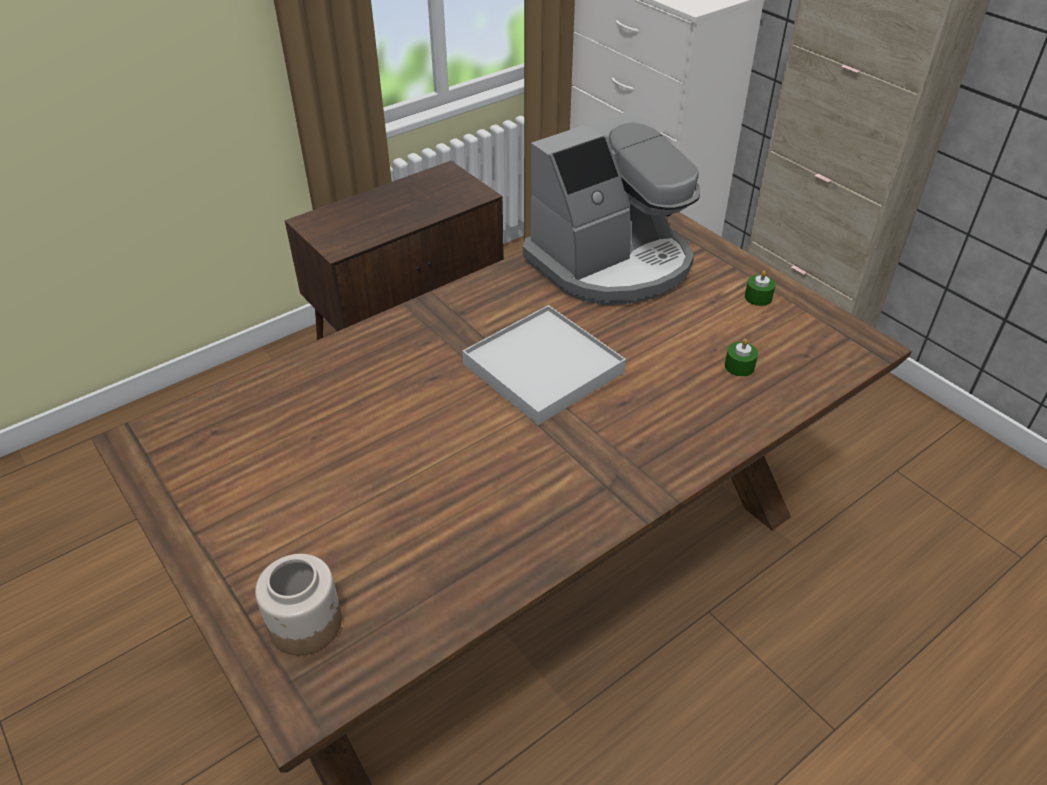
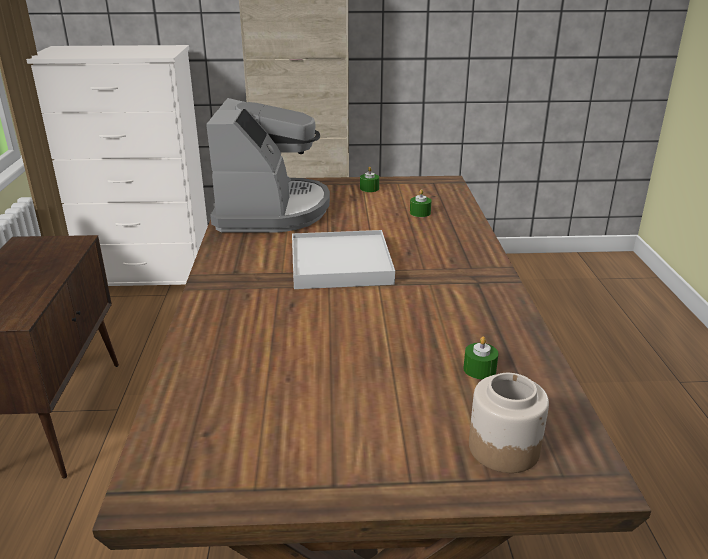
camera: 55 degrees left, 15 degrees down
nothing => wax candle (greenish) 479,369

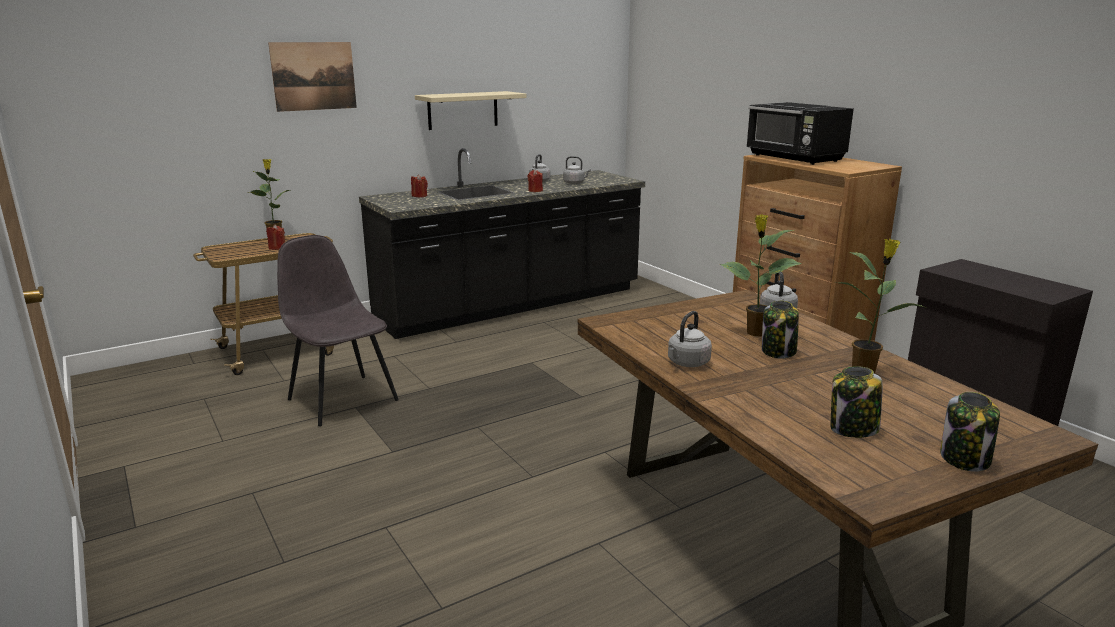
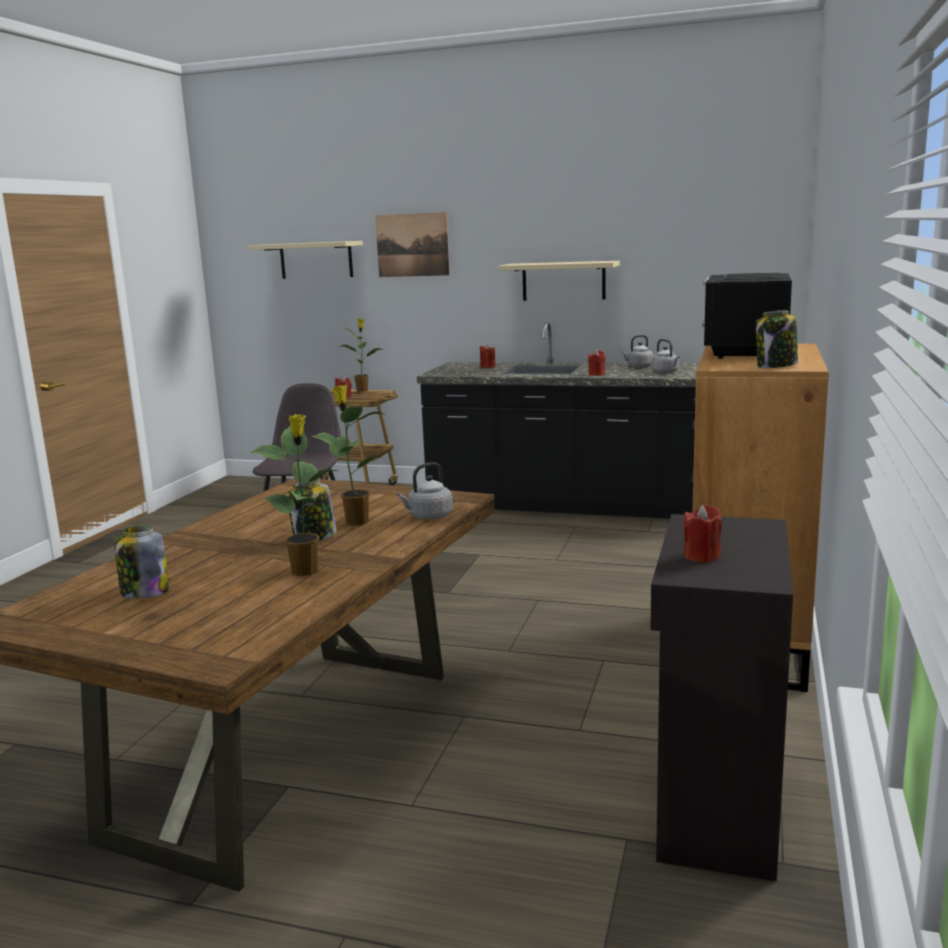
camera: 50 degrees right, 5 degrees down
water kettle (grey) 687,363 => nothing
nothing => wall shelf (sand-coloured) 316,260
nothing => wax candle (reddish) 702,556
storage jar 965,459 => storage jar 776,366, shifted

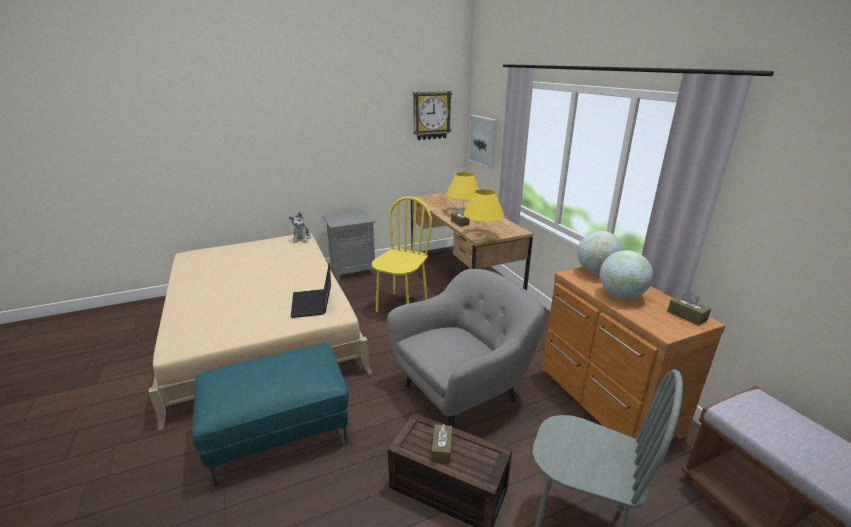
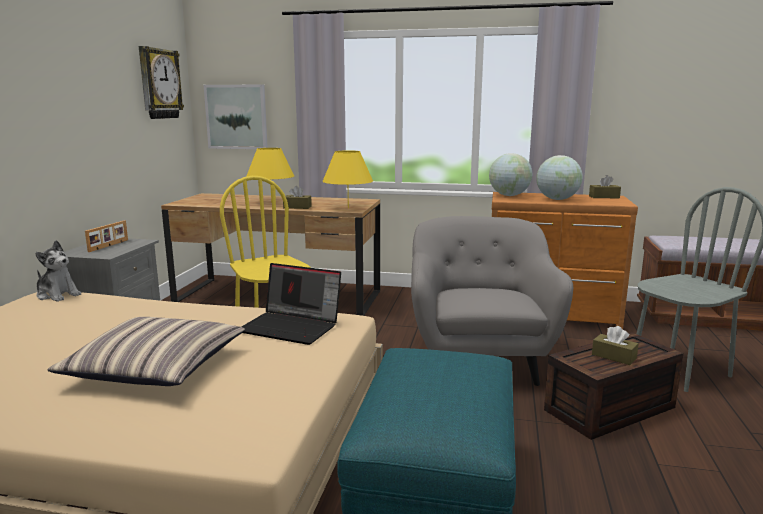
camera: 55 degrees left, 10 degrees down
nothing => cushion 156,367
nothing => standing frame 109,246

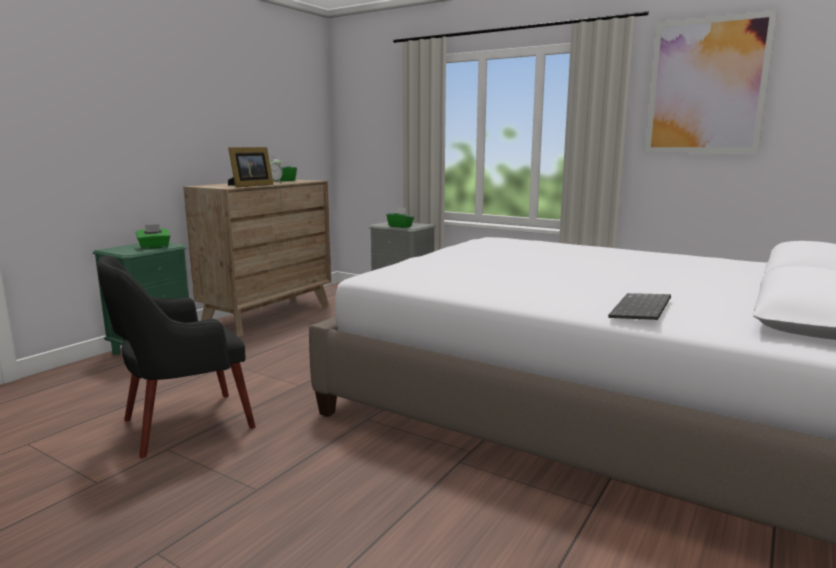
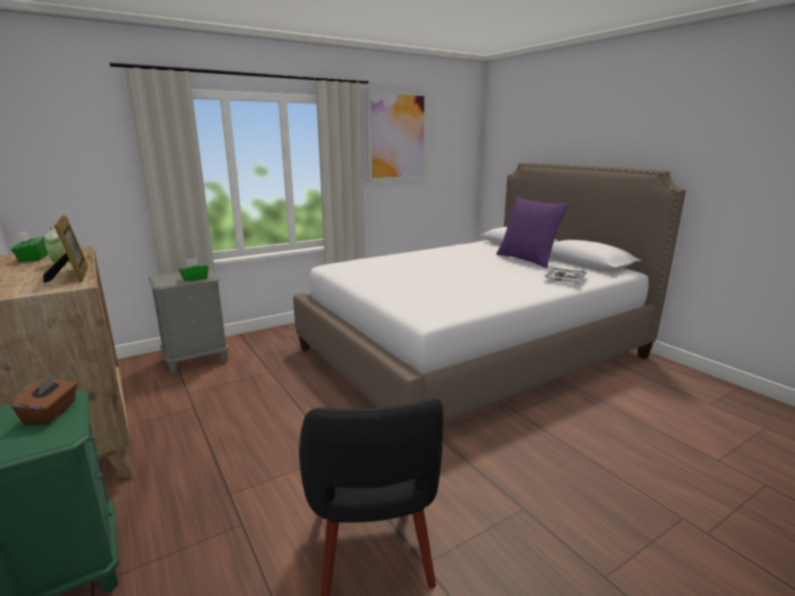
camera: 65 degrees left, 5 degrees up
nothing => cushion (purple-coloured) 527,260
PC keyboard 642,309 => tray 565,279
tissue box (greenish) 154,247 => tissue box (brown) 51,413

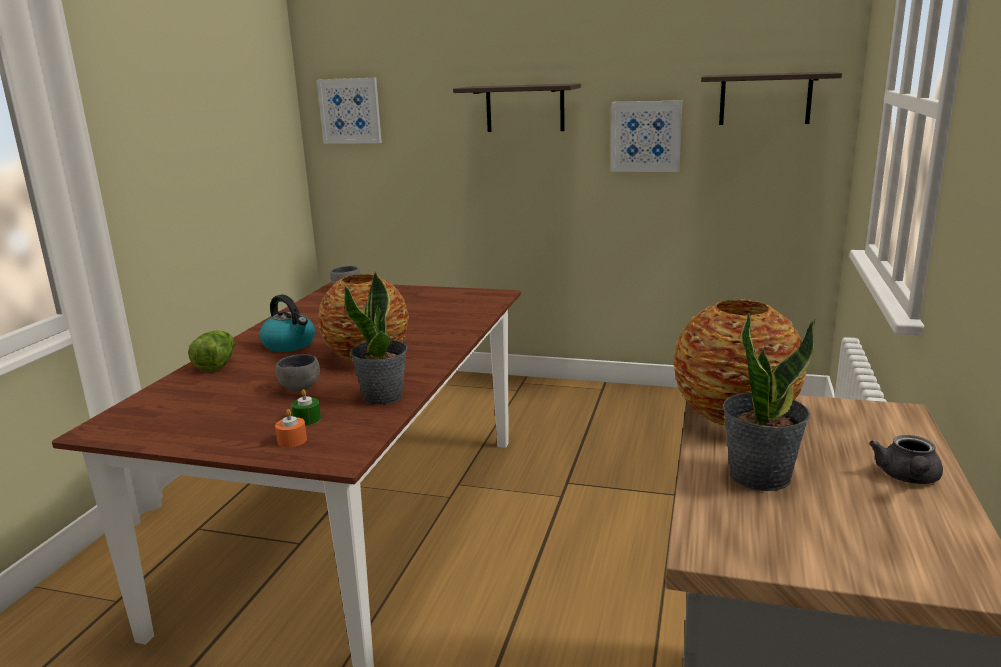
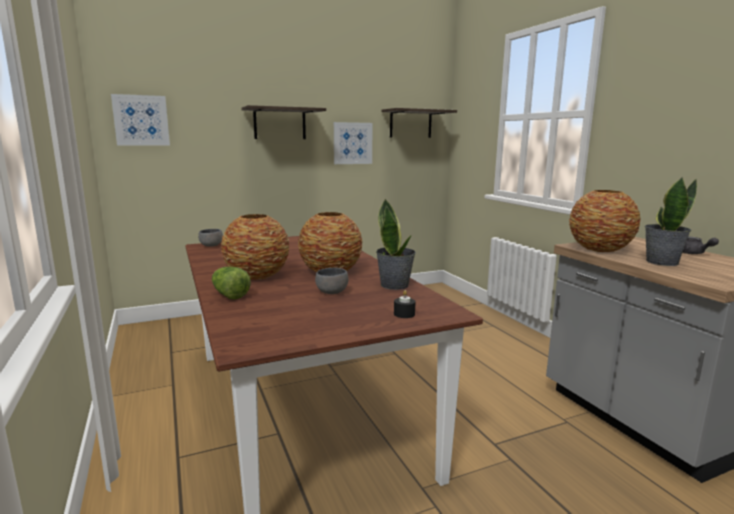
camera: 40 degrees left, 5 degrees down
wax candle (greenish) 307,419 => nothing
water kettle 290,344 => decorative vase 257,276
wax candle (orange) 292,440 => wax candle (blackish) 404,314

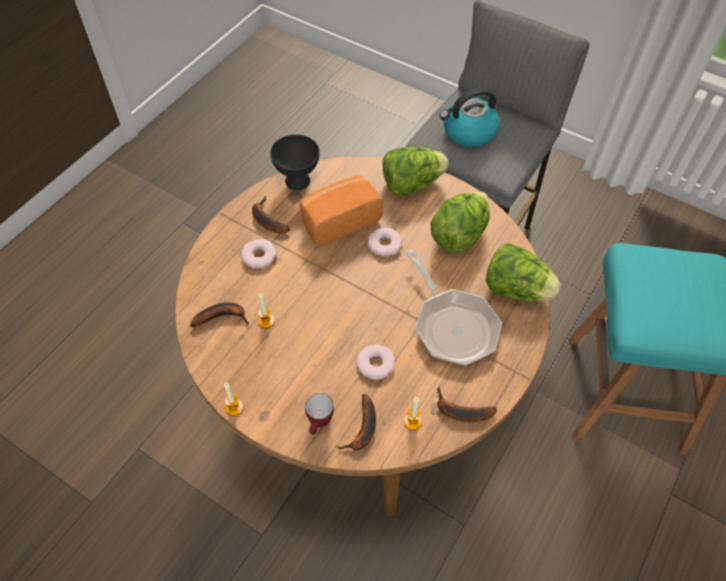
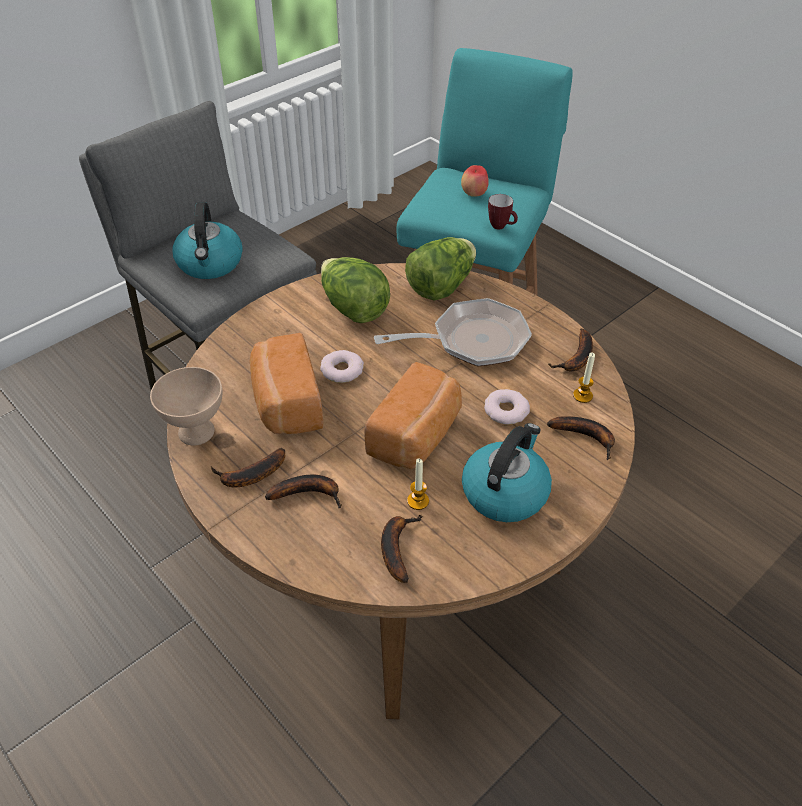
camera: 75 degrees left, 10 degrees down
wax candle 234,407 => nothing
head of lettuce 411,184 => nothing
nothing => bakery bread 417,436
nothing => apple 474,194
nothing => water kettle 505,492
mug 319,424 => mug 501,227, shifted
donut 259,256 => banana fruit 309,493
serving bowl (blackish) 297,180 => serving bowl (sand-coloured) 195,432

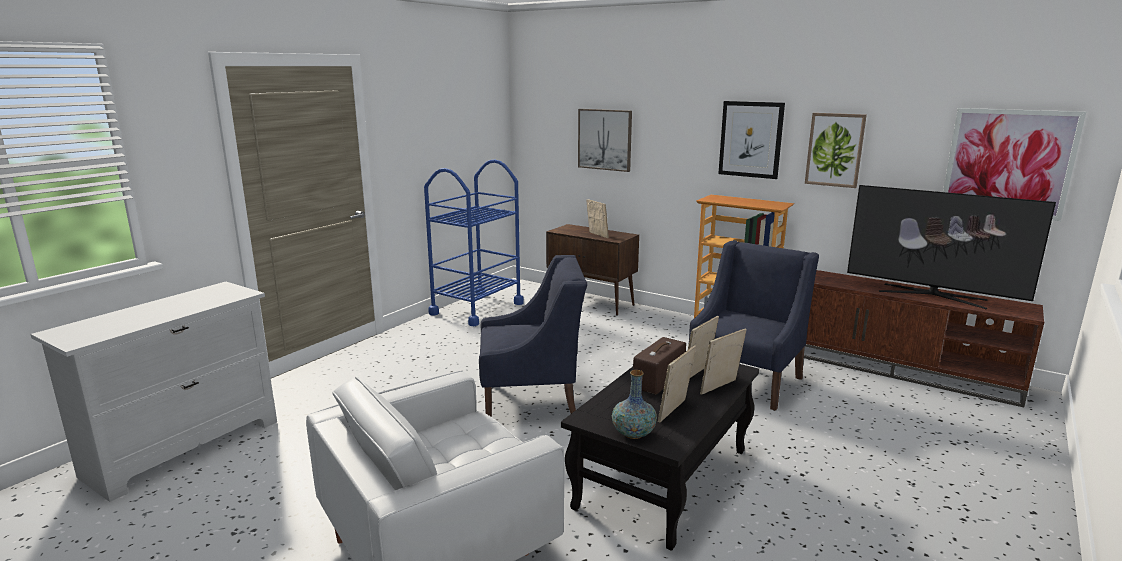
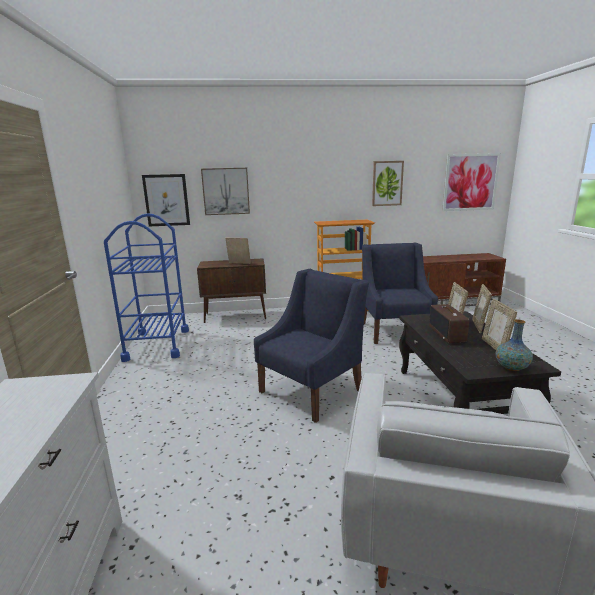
camera: 40 degrees left, 0 degrees up
TV 931,295 => nothing
picture 751,139 => picture 166,200, shifted

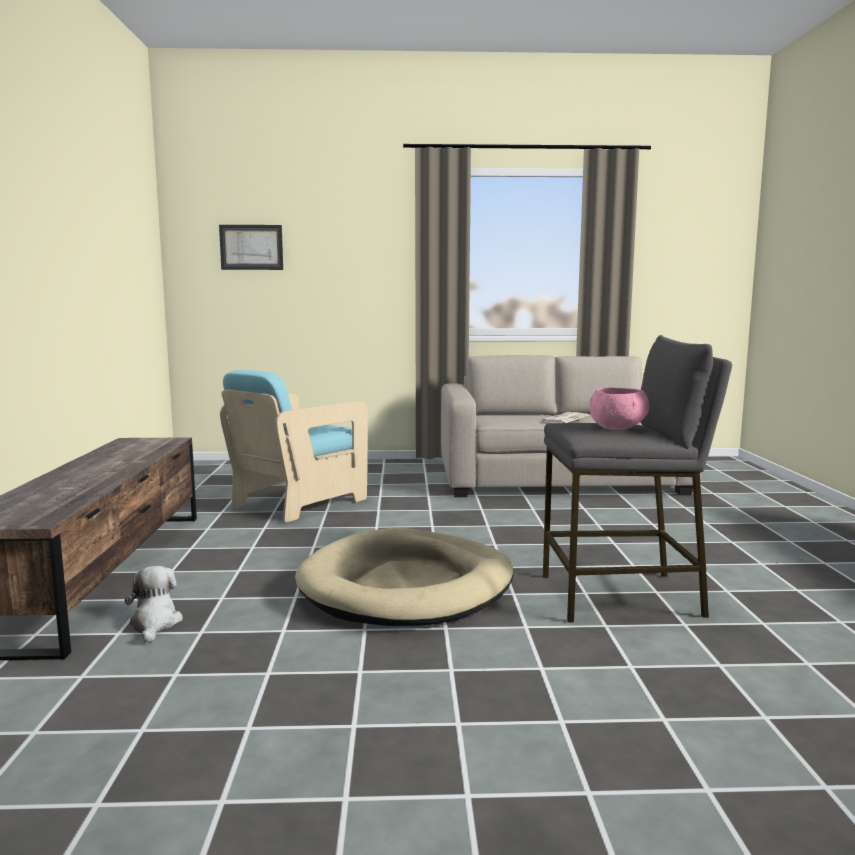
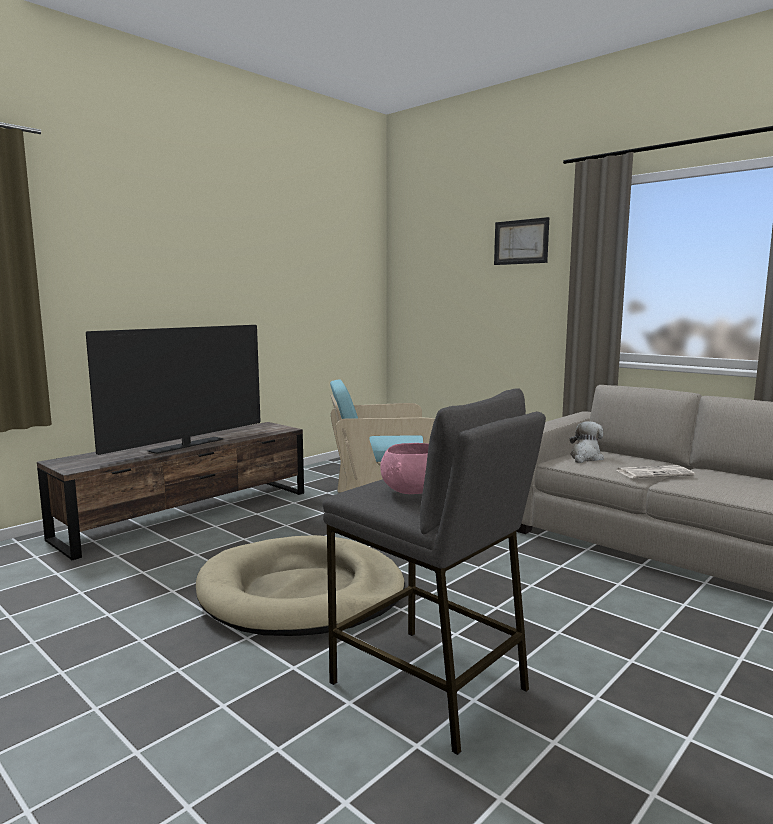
camera: 45 degrees right, 0 degrees up
nothing => TV 187,445
plush toy 154,624 => plush toy 585,458, shifted
picture 251,247 => picture 521,242, shifted

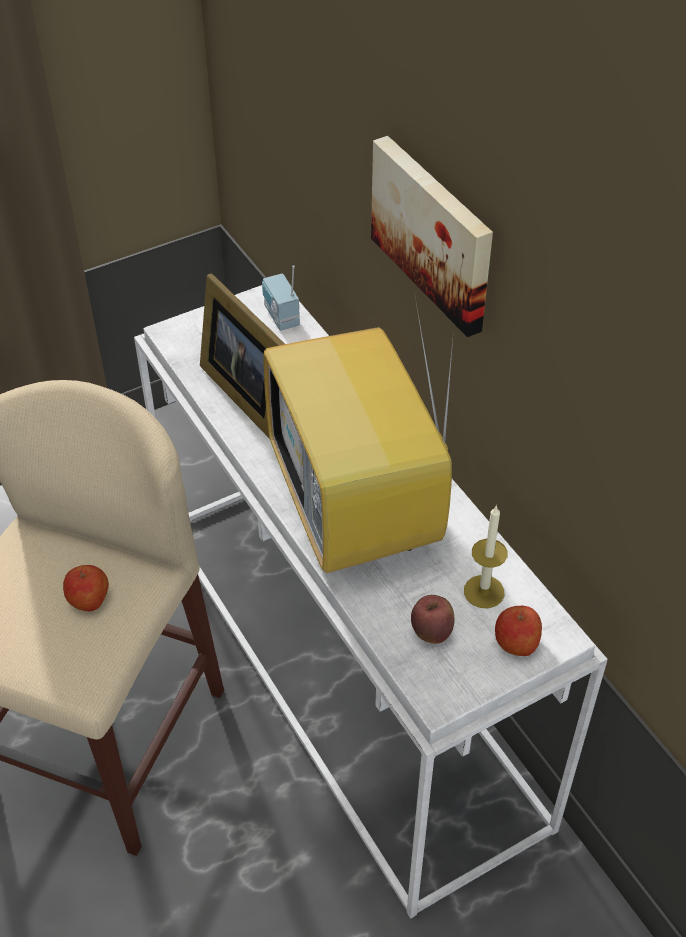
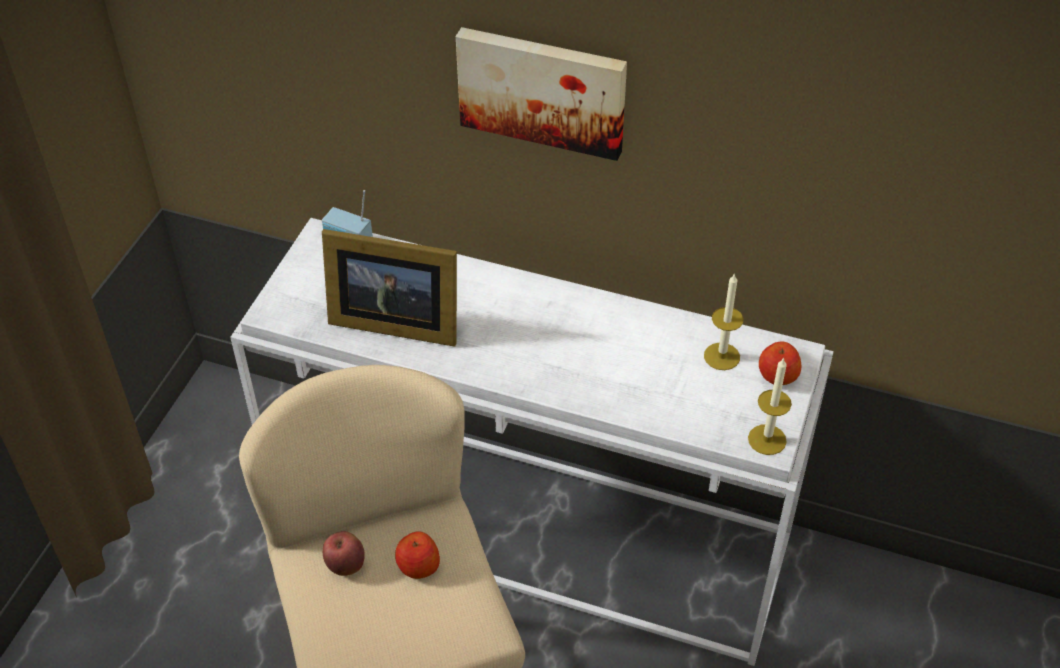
camera: 40 degrees left, 0 degrees up
TV 358,511 => nothing
nothing => wax candle 767,439
apple 431,632 => apple 345,565, shifted

